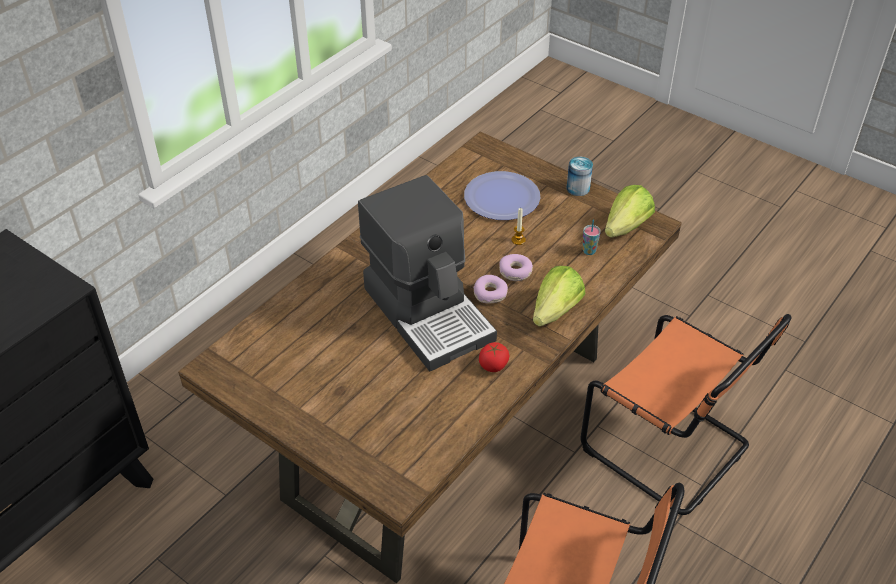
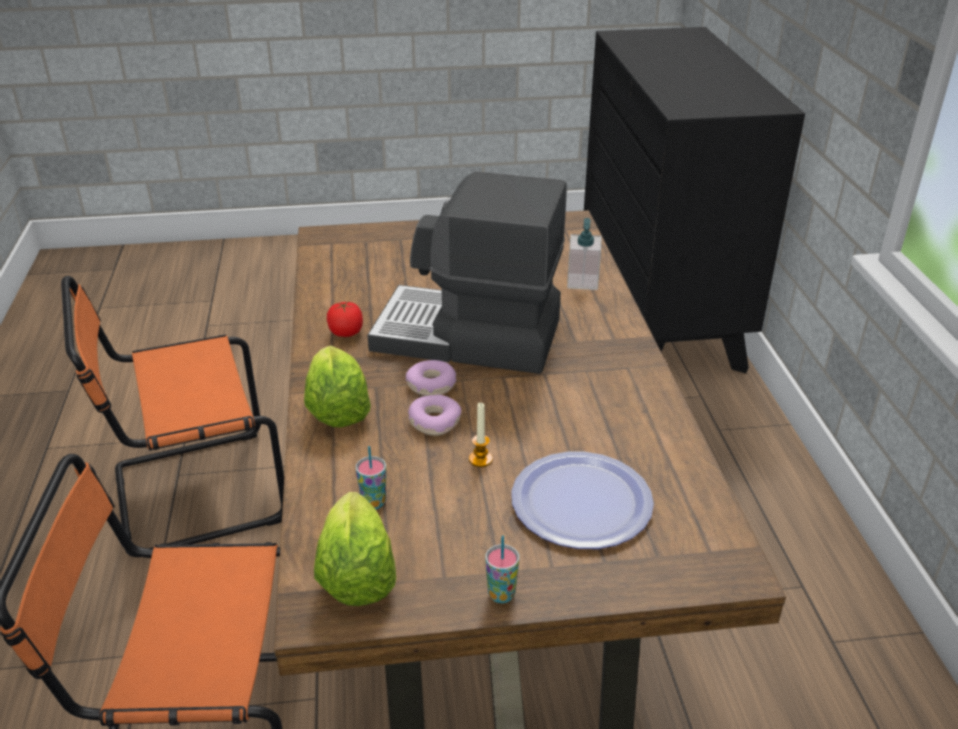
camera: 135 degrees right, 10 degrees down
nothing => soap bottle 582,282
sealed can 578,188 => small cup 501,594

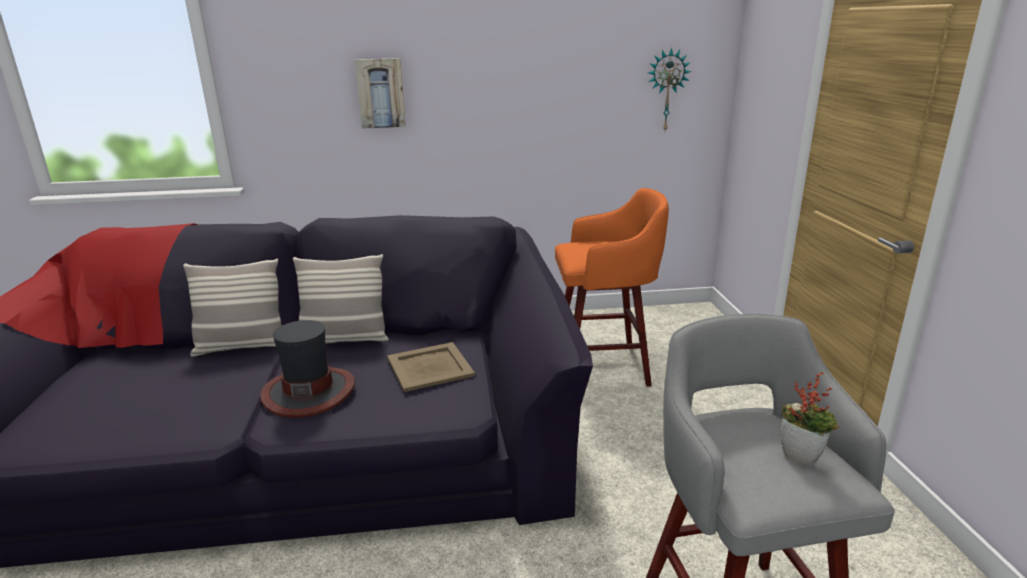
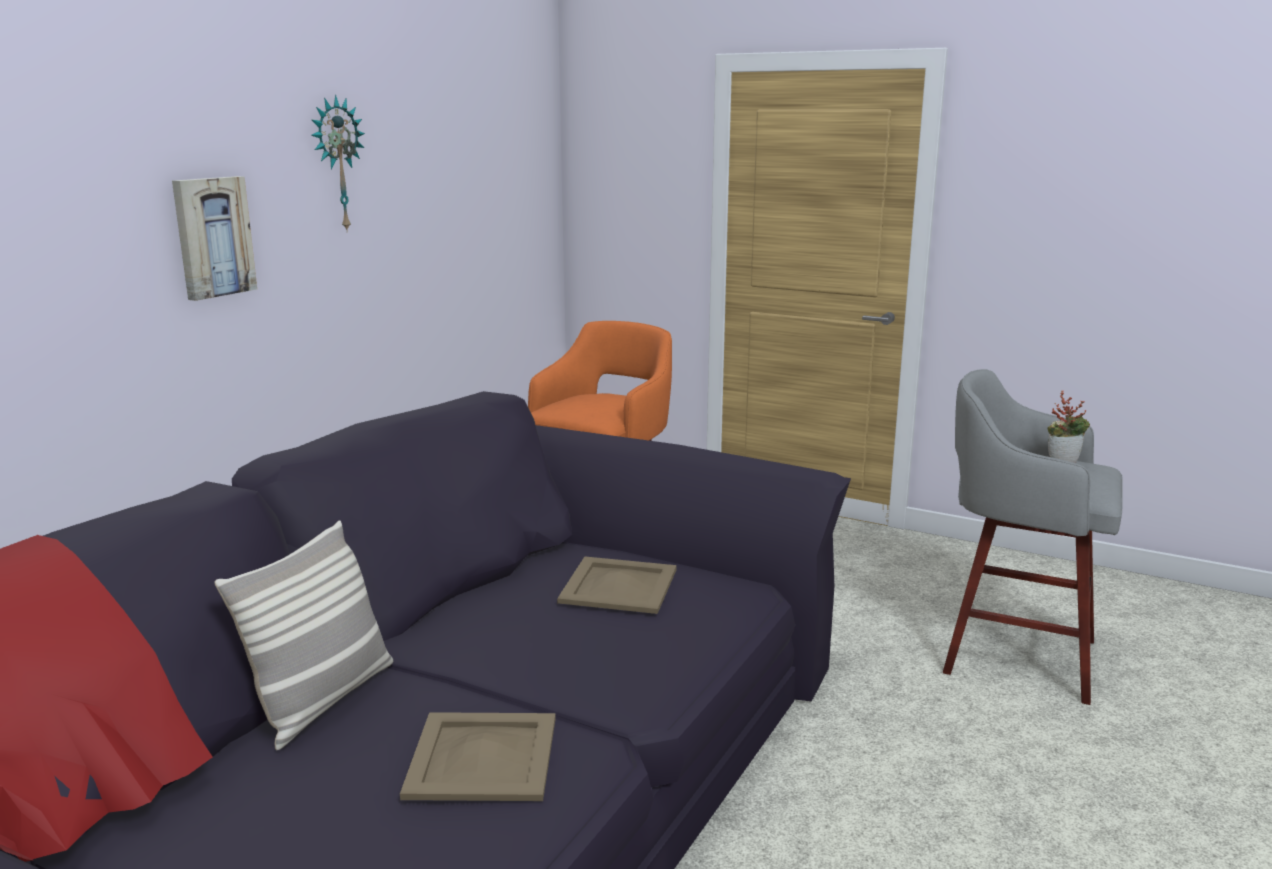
camera: 55 degrees left, 5 degrees down
wearable hat 309,391 => nothing
cushion 344,340 => nothing
nothing => tray (sand-coloured) 484,756
wall clock 666,90 => wall clock 337,164, shifted

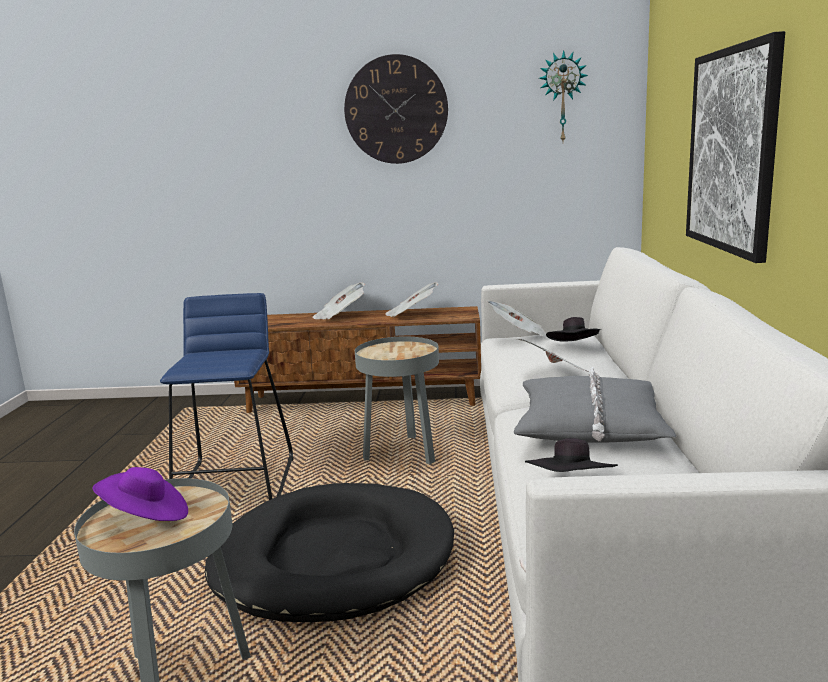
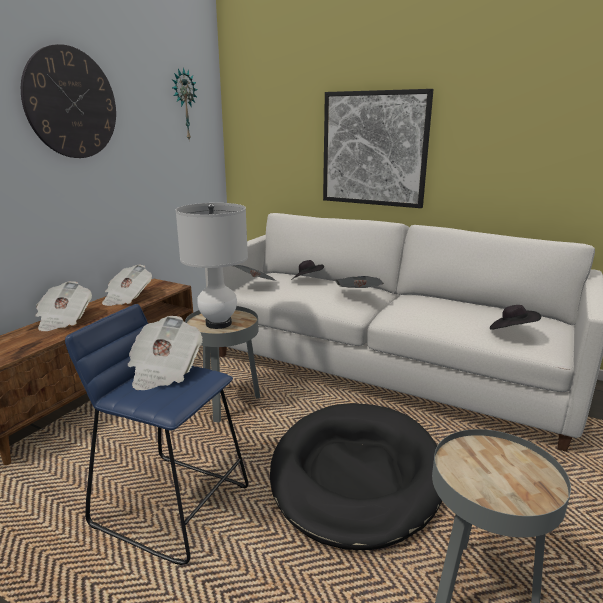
camera: 65 degrees left, 5 degrees up
wearable hat (purple-coloured) 146,517 => nothing
cushion (grey) 590,425 => nothing
nothing => printed paper 164,371
nothing => table lamp (whitish) 218,323

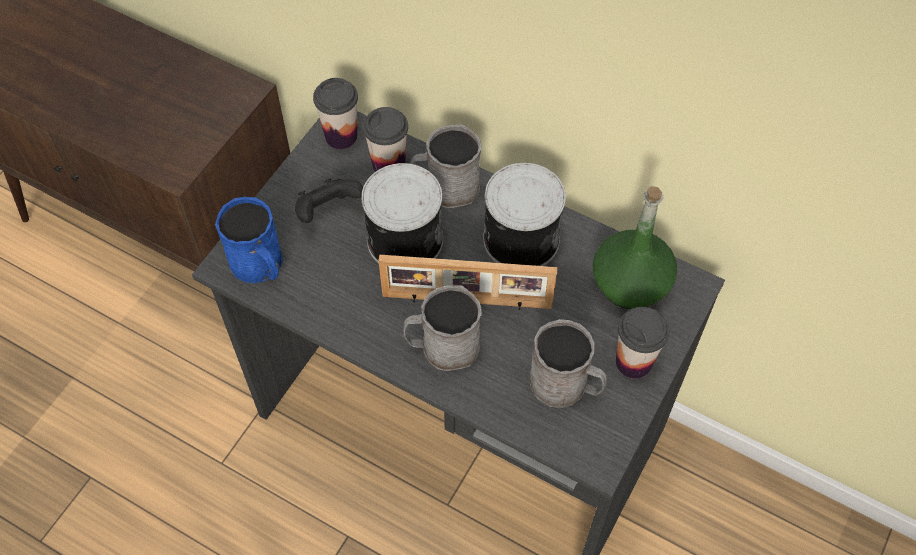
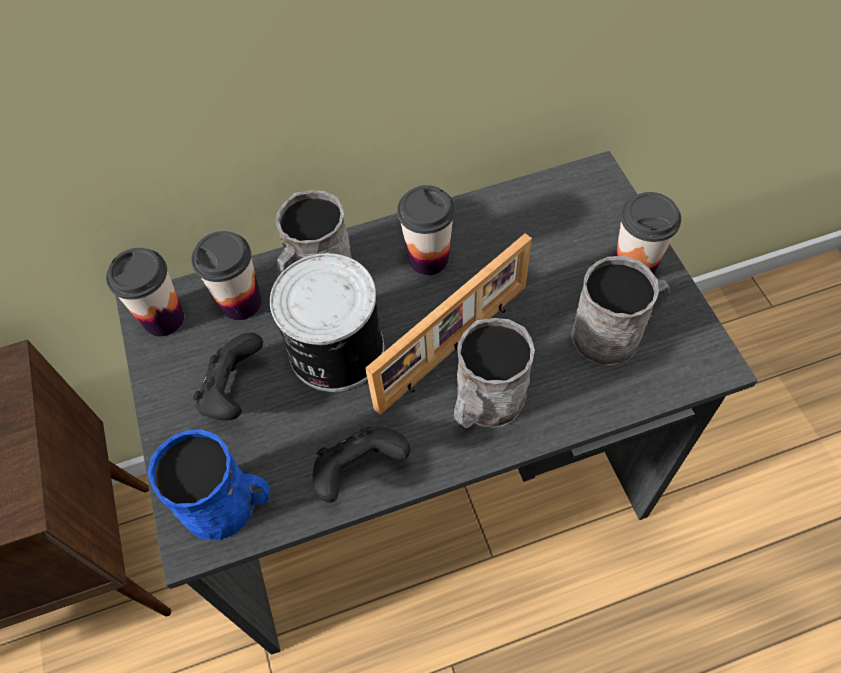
camera: 45 degrees left, 0 degrees up
bottle (greenish) 630,283 => nothing
nothing => gamepad (blackish) 359,470
sealed can 519,238 => small cup 428,259

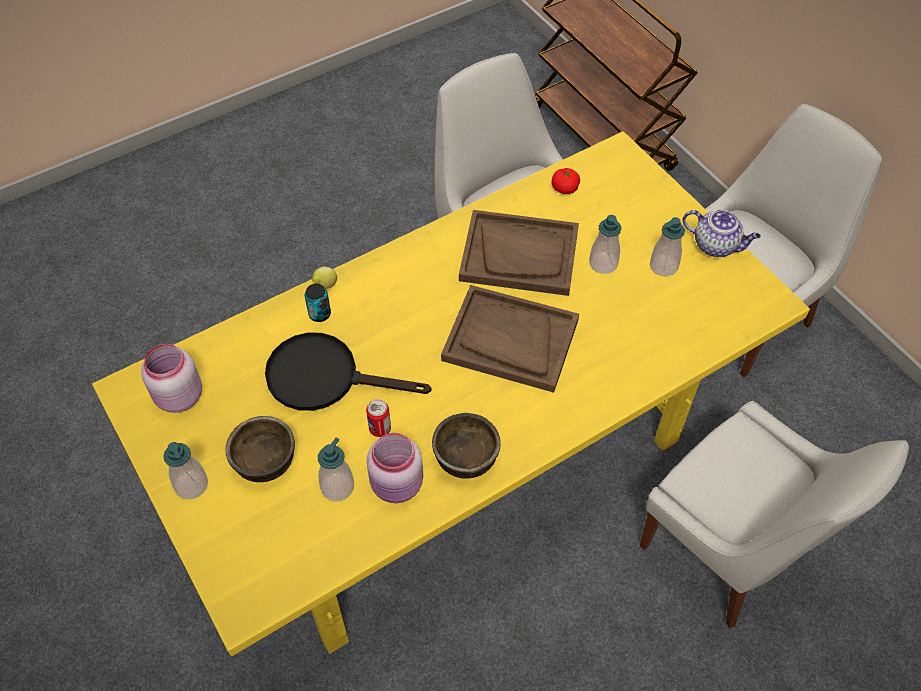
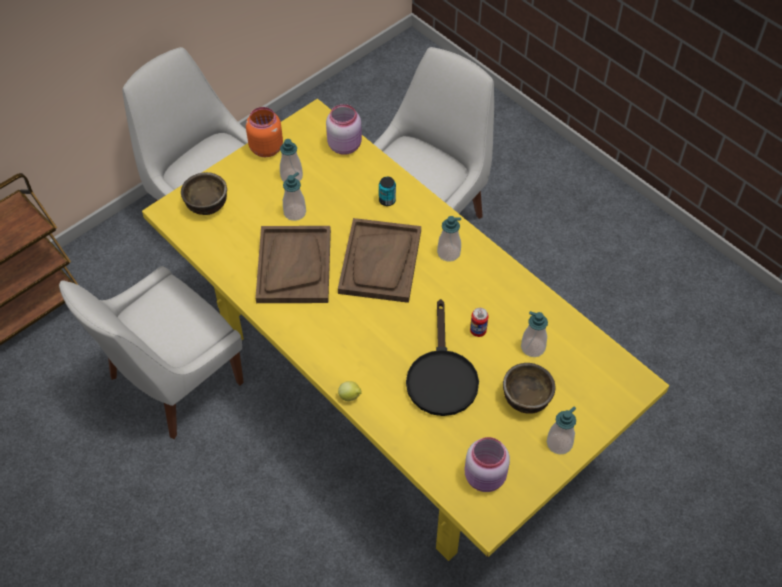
camera: 100 degrees left, 0 degrees up
fresh tomato 564,188 => nothing
nothing => soap bottle 448,253
sealed can 319,314 => sealed can 387,200, shifted
storage jar (pinkish) 397,486 => storage jar (pinkish) 345,145, shifted
serving bowl (brown) 465,459 => serving bowl (brown) 207,205, shifted
pot for tea 716,245 => storage jar (orange) 266,147

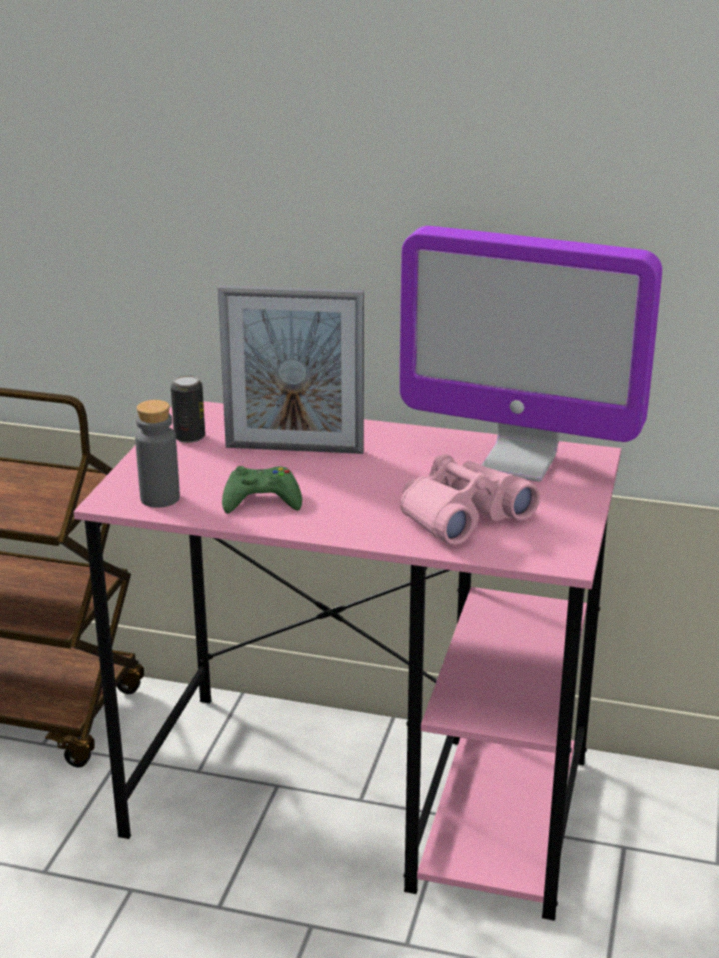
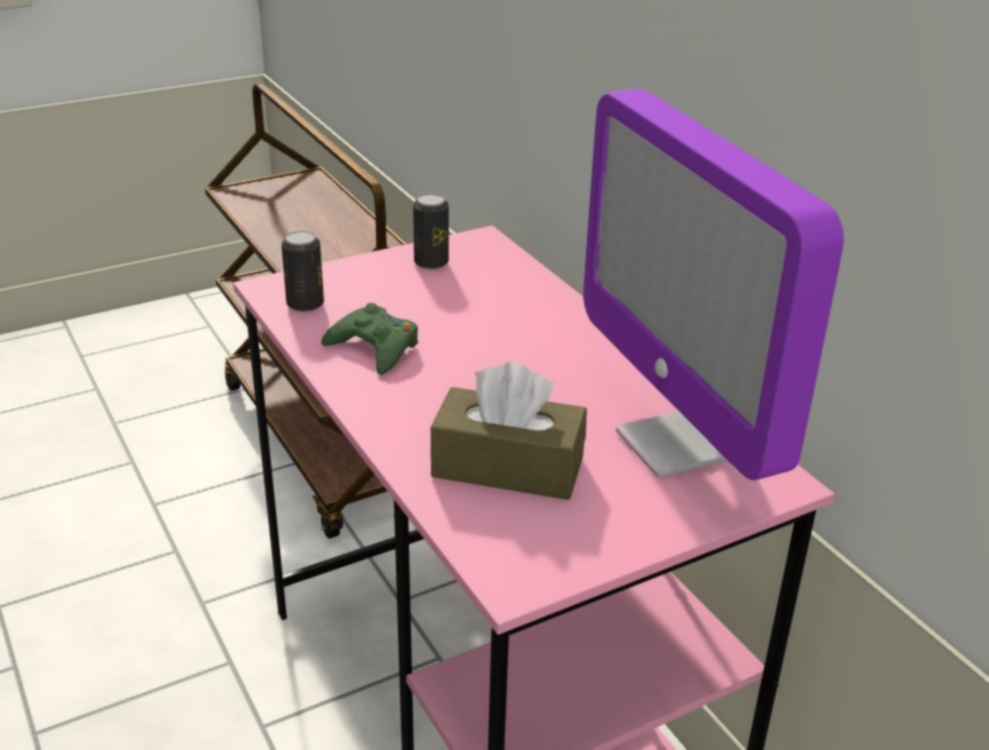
camera: 45 degrees right, 5 degrees up
standing frame 294,449 => nothing
bottle (grey) 160,498 => sealed can 305,304
binoculars (pinkish) 462,516 => tissue box (brown) 508,467

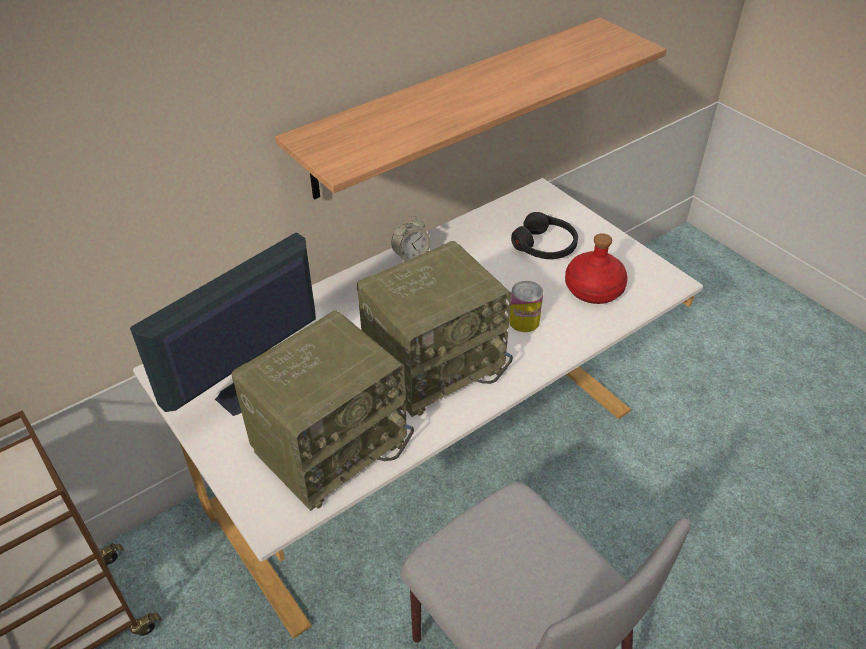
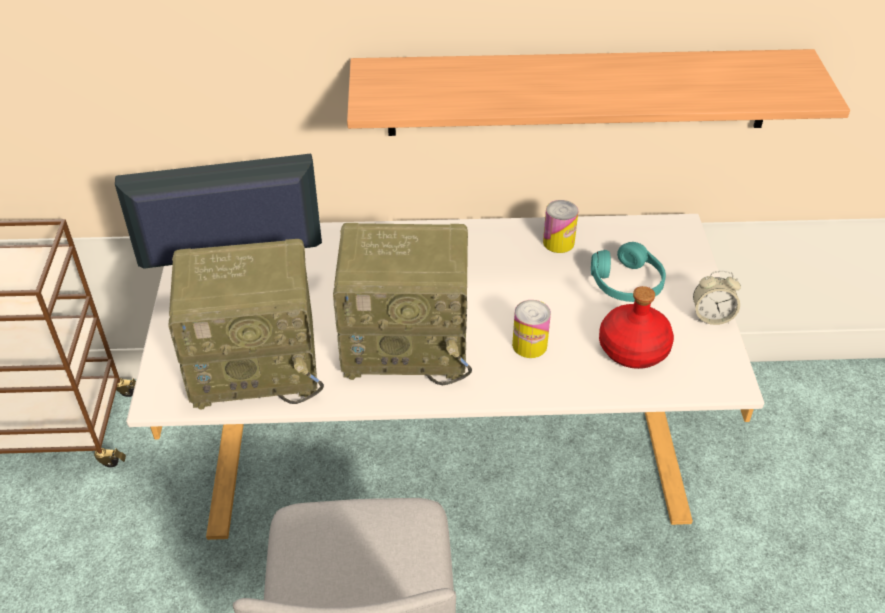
camera: 35 degrees right, 0 degrees up
nothing => sealed can 558,242
bedside clock 411,257 => bedside clock 711,317, shifted
headset (blackish) 545,246 => headset (blue-green) 627,283

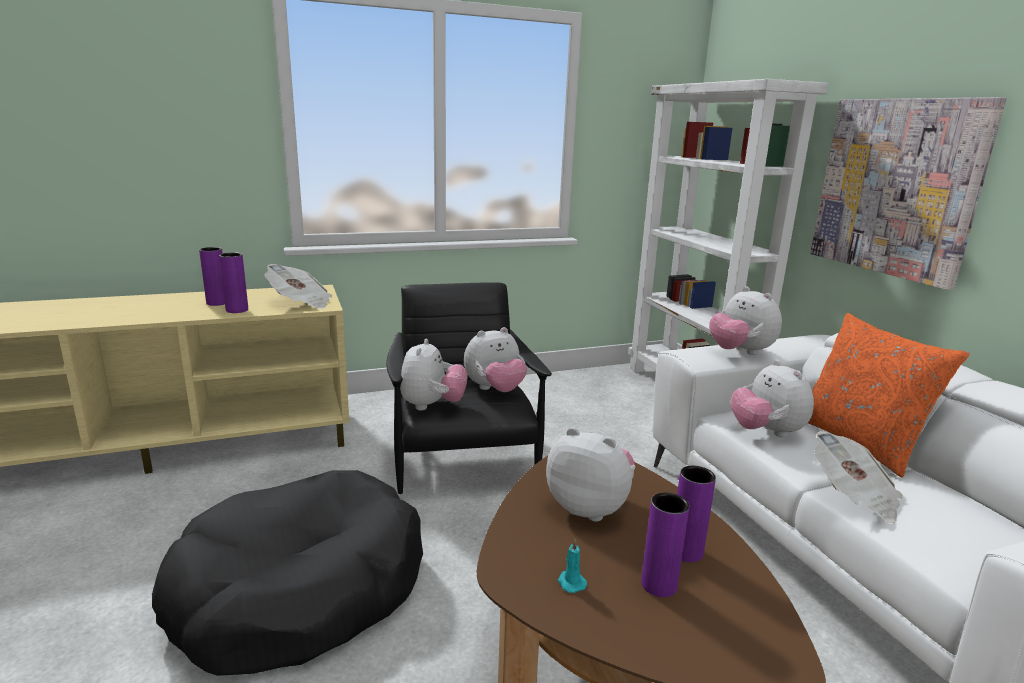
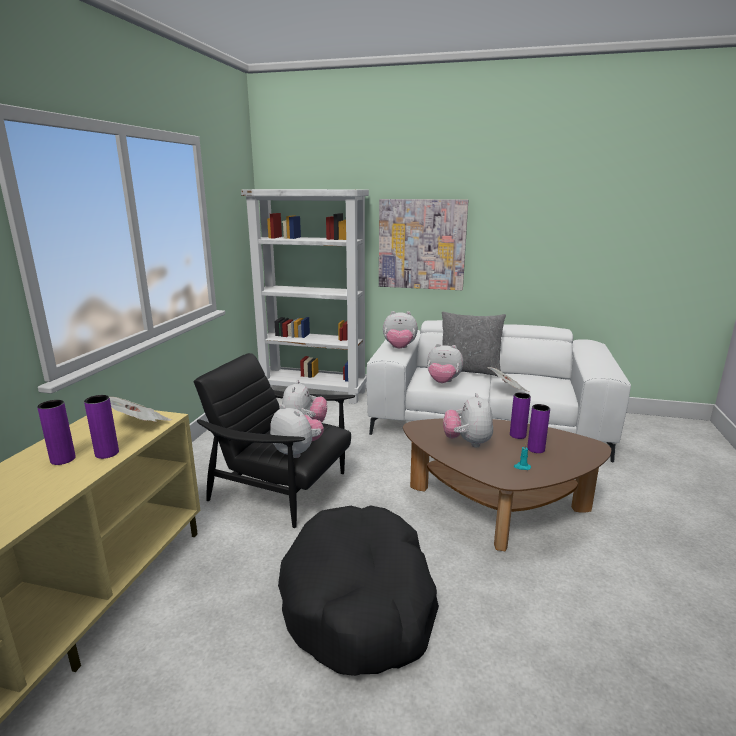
camera: 55 degrees left, 0 degrees up
cushion (orange) 859,442 => cushion (grey) 469,371
plush toy 589,507 => plush toy 467,442, 60 degrees counterclockwise

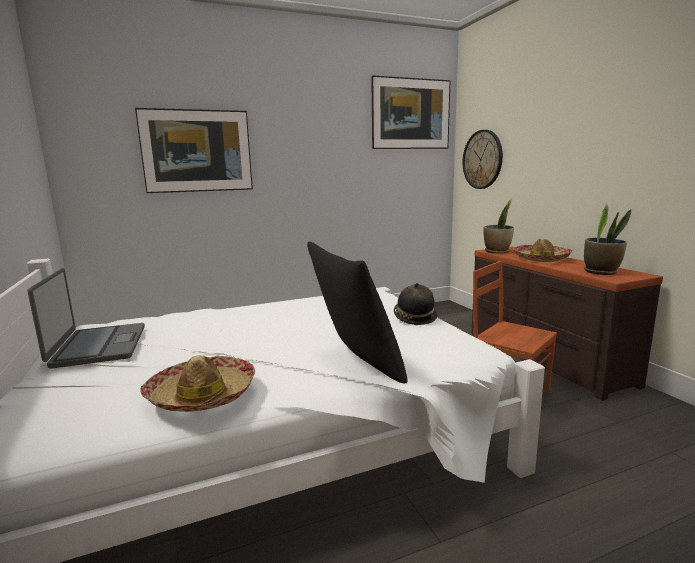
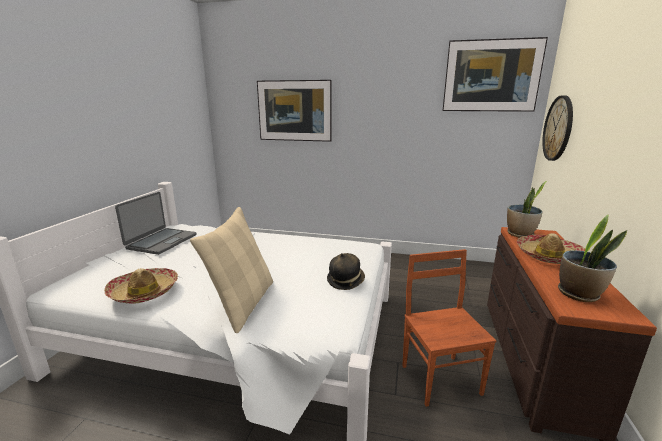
camera: 35 degrees right, 5 degrees up
cushion (blackish) 357,362 => cushion (sand-coloured) 243,304

